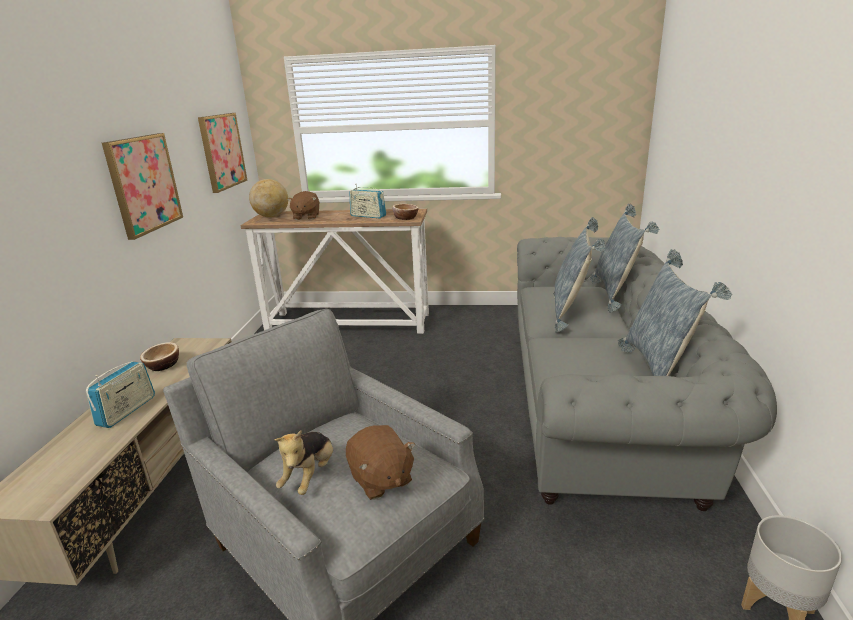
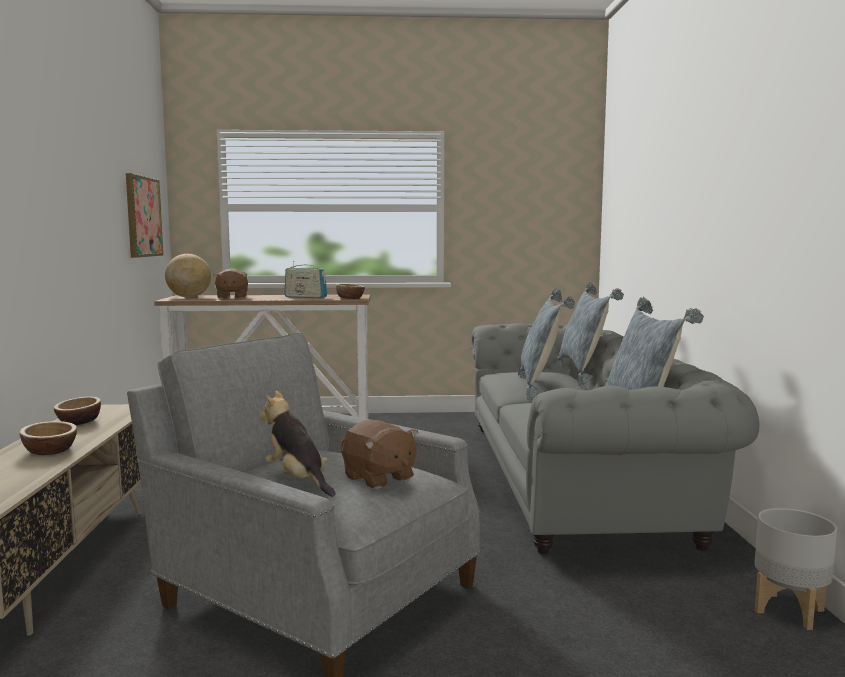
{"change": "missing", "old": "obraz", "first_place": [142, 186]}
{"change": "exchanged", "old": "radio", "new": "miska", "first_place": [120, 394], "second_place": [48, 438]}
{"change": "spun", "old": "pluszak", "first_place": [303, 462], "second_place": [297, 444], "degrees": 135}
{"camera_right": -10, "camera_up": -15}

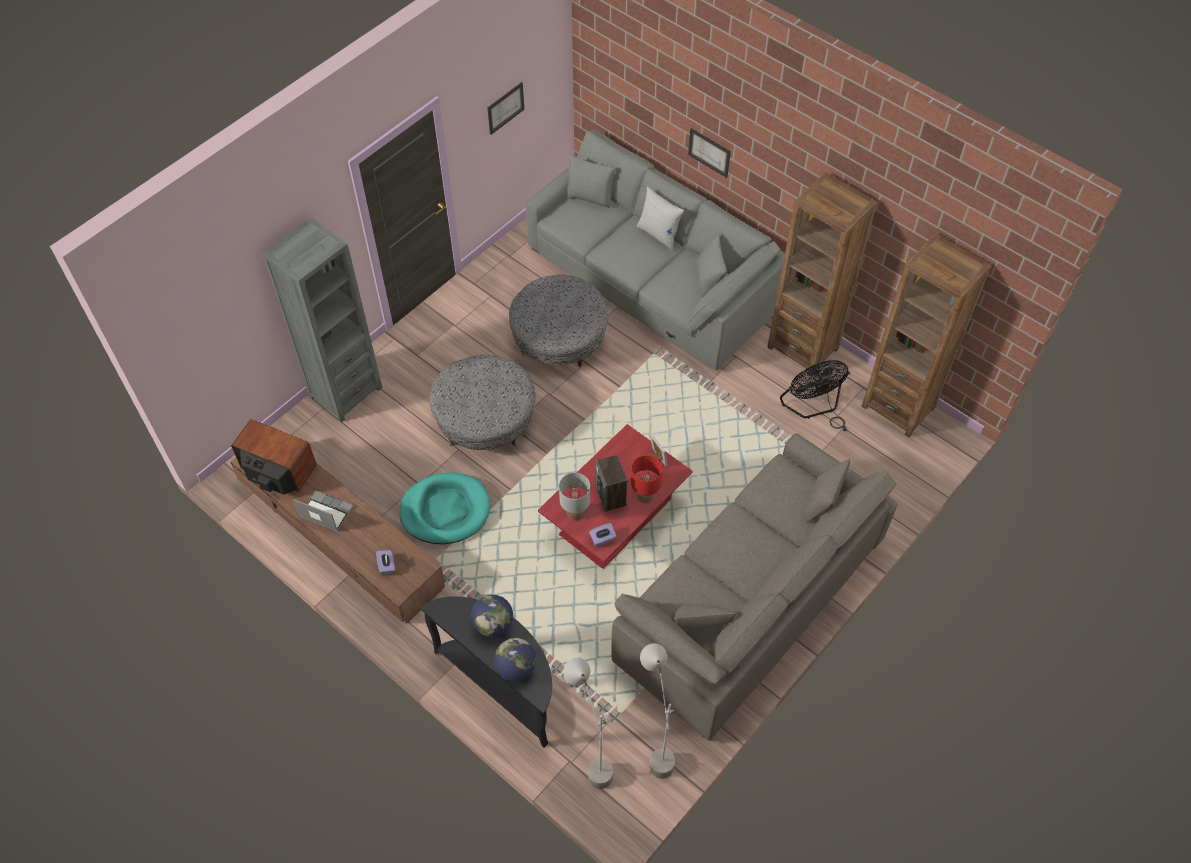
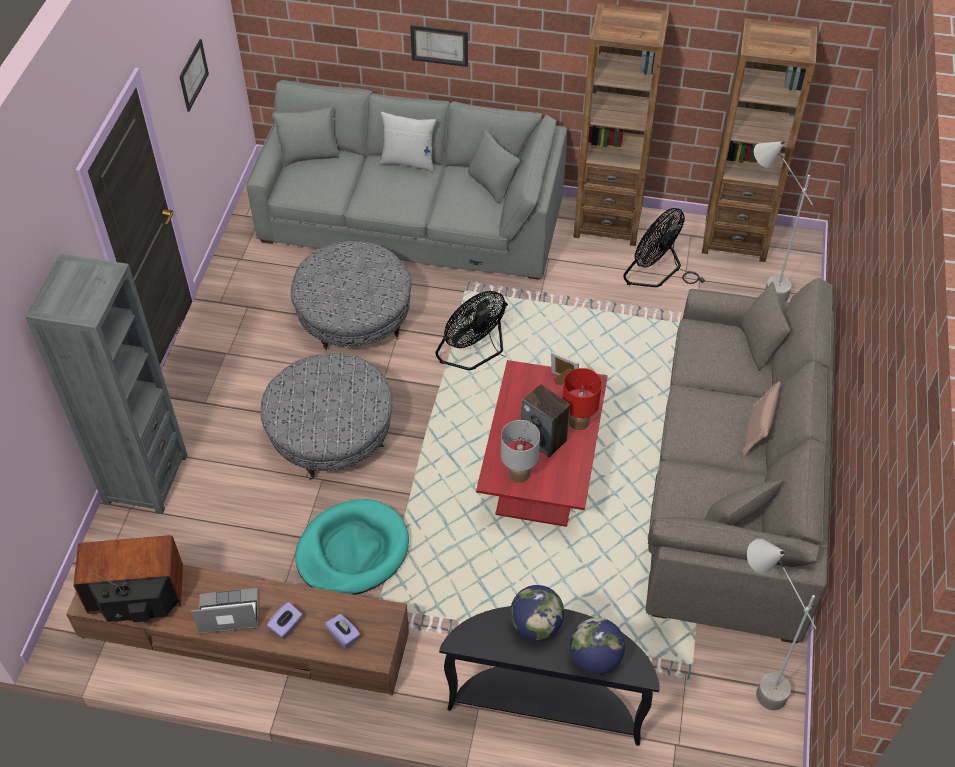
{"change": "relocated", "old": "pudełko chusteczek [fioletowy]", "first_place": [602, 535], "second_place": [284, 620]}
{"change": "relocated", "old": "lampa stojąca [szary]", "first_place": [588, 723], "second_place": [783, 221]}
{"change": "appeared", "new": "wentylator [czarny]", "second_place": [471, 330]}
{"change": "appeared", "new": "poduszka [beżowy]", "second_place": [761, 419]}
{"camera_right": -30, "camera_up": -5}

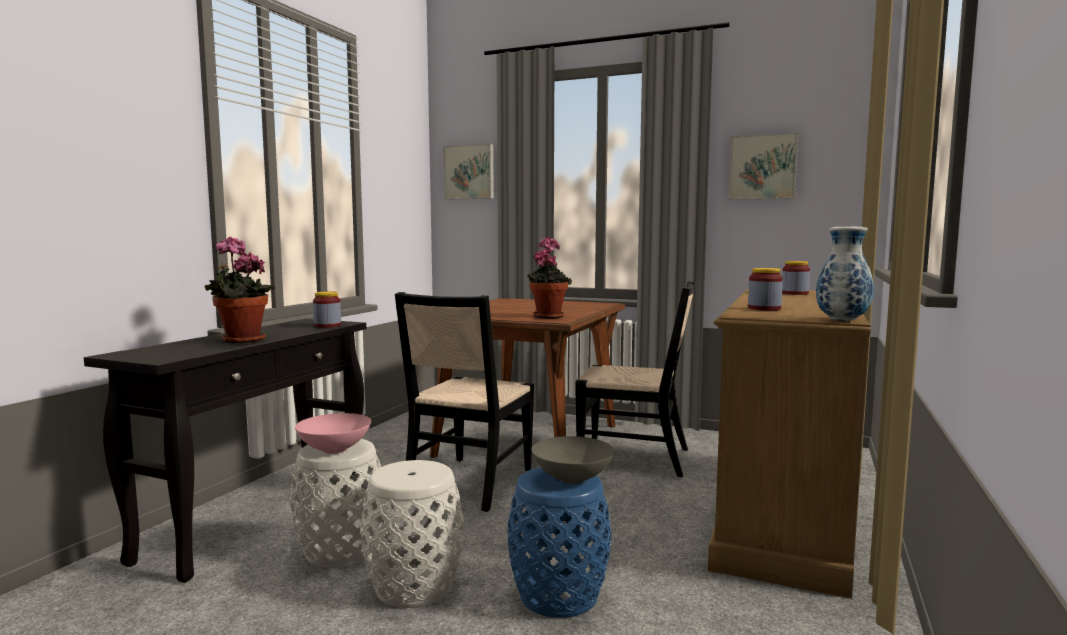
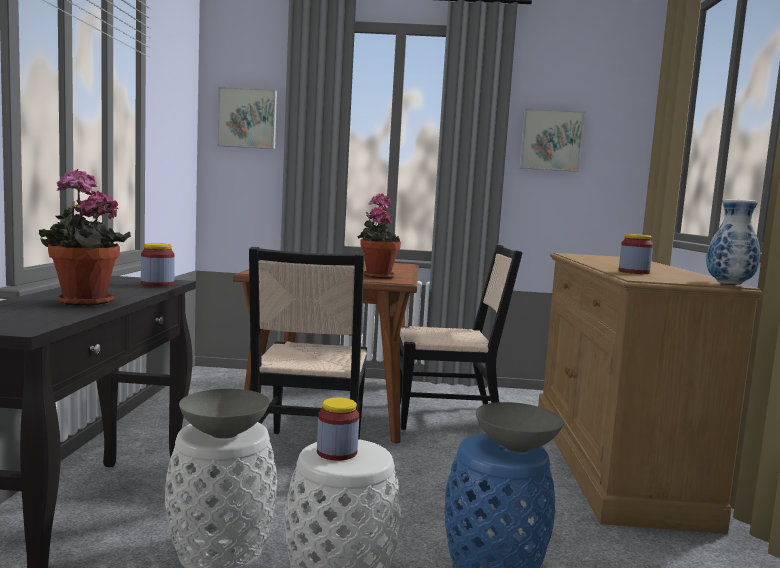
{"change": "relocated", "old": "słoik", "first_place": [796, 278], "second_place": [338, 429]}
{"change": "colour", "old": "miska [różowy]", "new": "miska [szary]", "first_place": [333, 433], "second_place": [224, 414]}
{"camera_right": -20, "camera_up": 0}

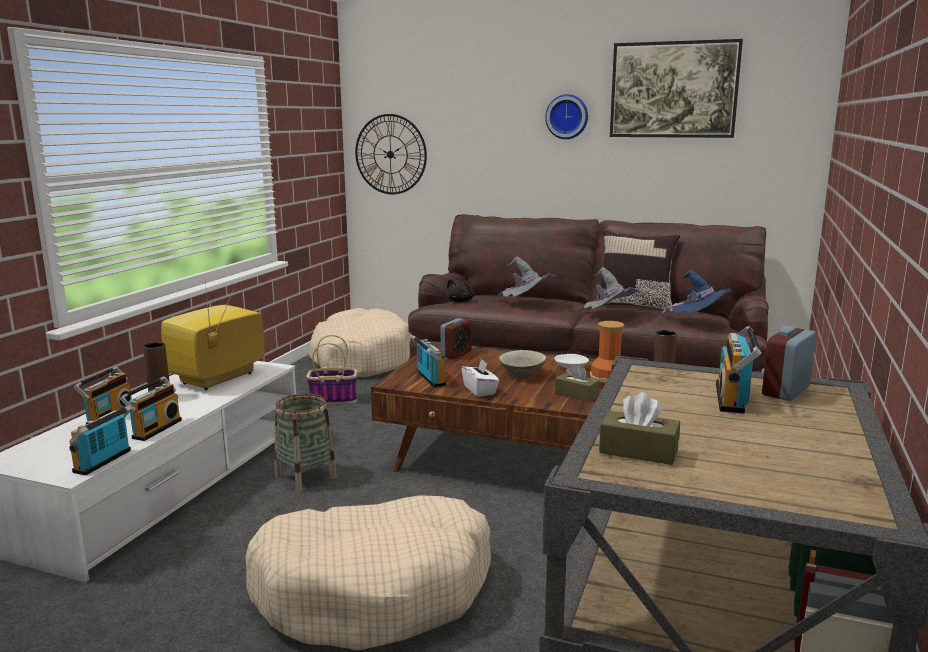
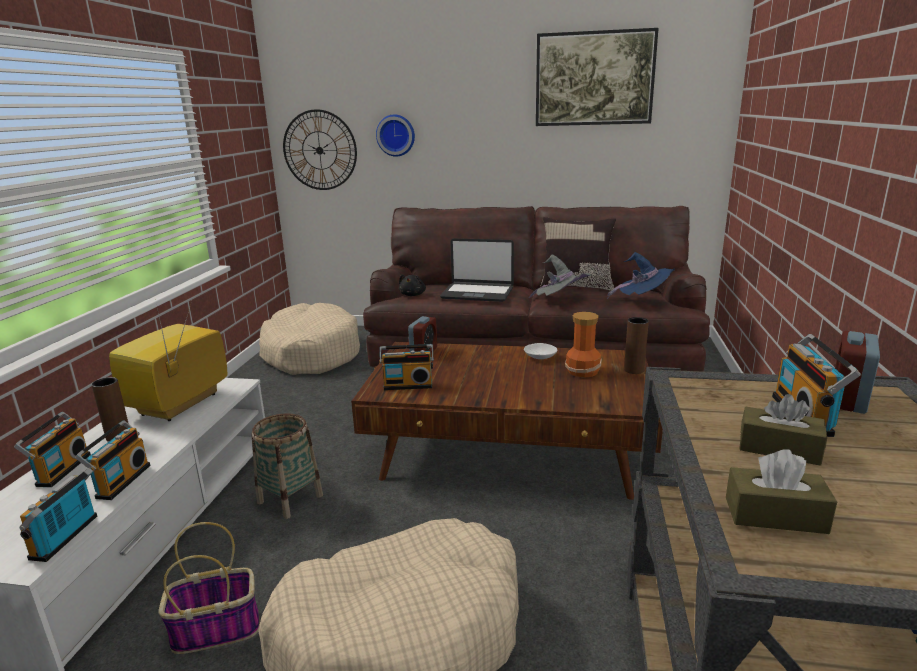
{"change": "relocated", "old": "zegar ścienny", "first_place": [566, 116], "second_place": [395, 135]}
{"change": "exchanged", "old": "kapelusz [szary]", "new": "laptop", "first_place": [524, 278], "second_place": [477, 270]}
{"change": "relocated", "old": "koszyk", "first_place": [331, 369], "second_place": [208, 588]}
{"change": "spun", "old": "radio", "first_place": [429, 361], "second_place": [406, 367], "degrees": 120}
{"change": "missing", "old": "miska [beżowy]", "first_place": [522, 364]}
{"change": "missing", "old": "pudełko chusteczek [biały]", "first_place": [480, 377]}
{"change": "relocated", "old": "pudełko chusteczek [brązowy]", "first_place": [577, 383], "second_place": [783, 430]}
{"camera_right": -10, "camera_up": 5}

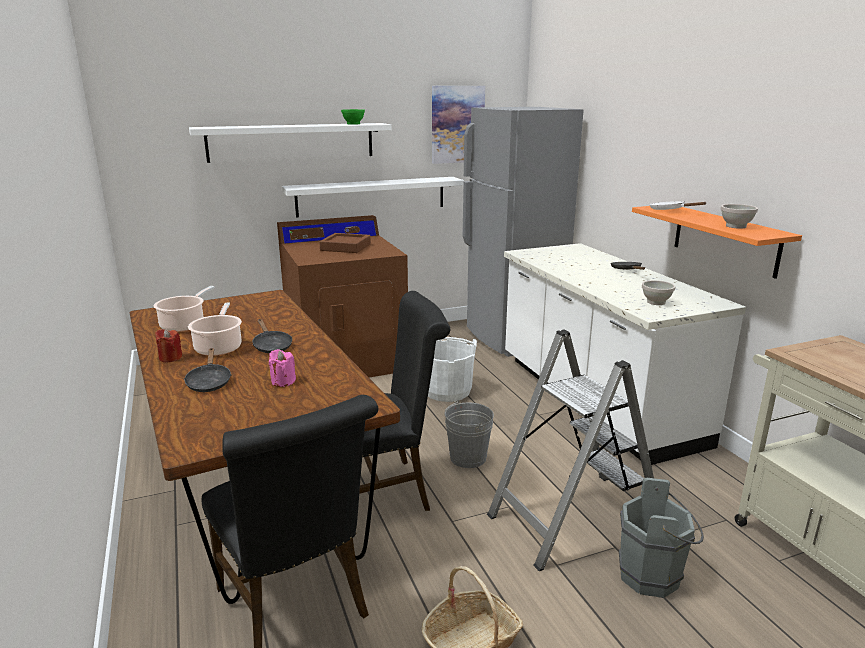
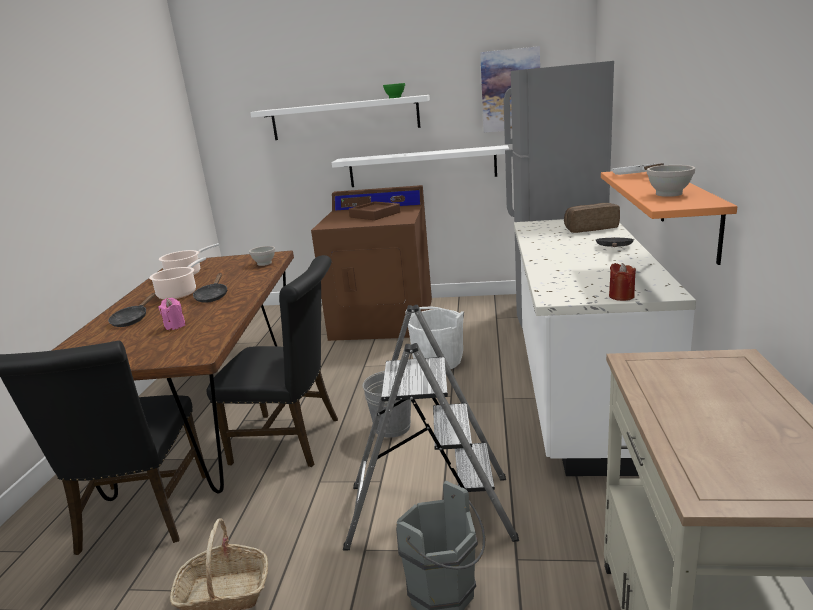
{"change": "relocated", "old": "miska [biały]", "first_place": [658, 292], "second_place": [262, 256]}
{"change": "relocated", "old": "świeca [czerwony]", "first_place": [168, 346], "second_place": [622, 282]}
{"change": "appeared", "new": "chleb", "second_place": [592, 218]}
{"camera_right": 30, "camera_up": 0}

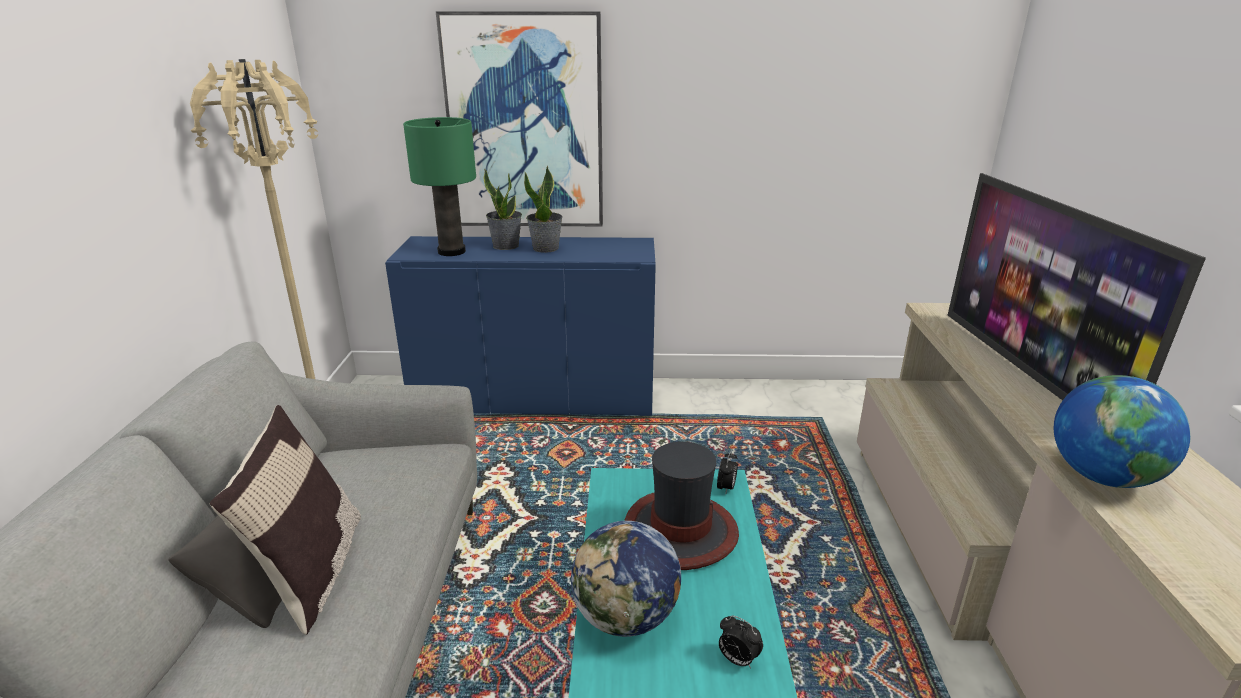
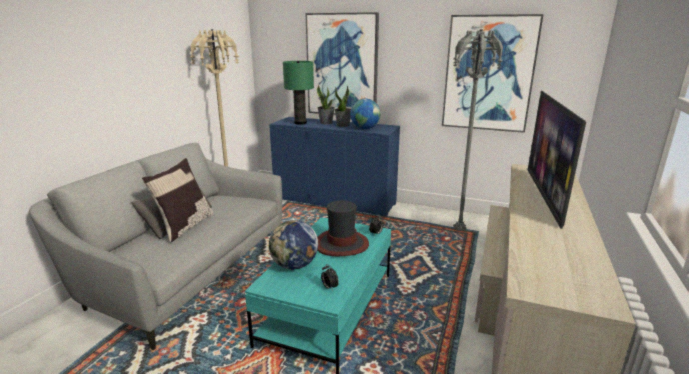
{"change": "relocated", "old": "globus", "first_place": [1122, 431], "second_place": [365, 114]}
{"change": "appeared", "new": "obraz", "second_place": [493, 73]}
{"change": "appeared", "new": "lampa stojąca [szary]", "second_place": [478, 131]}
{"camera_right": 20, "camera_up": -5}

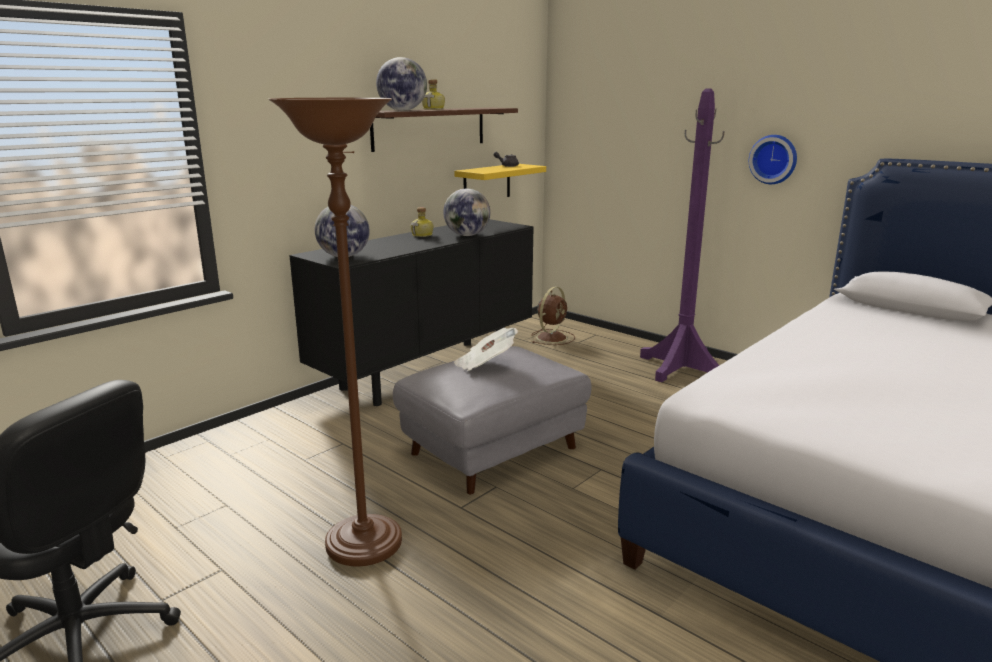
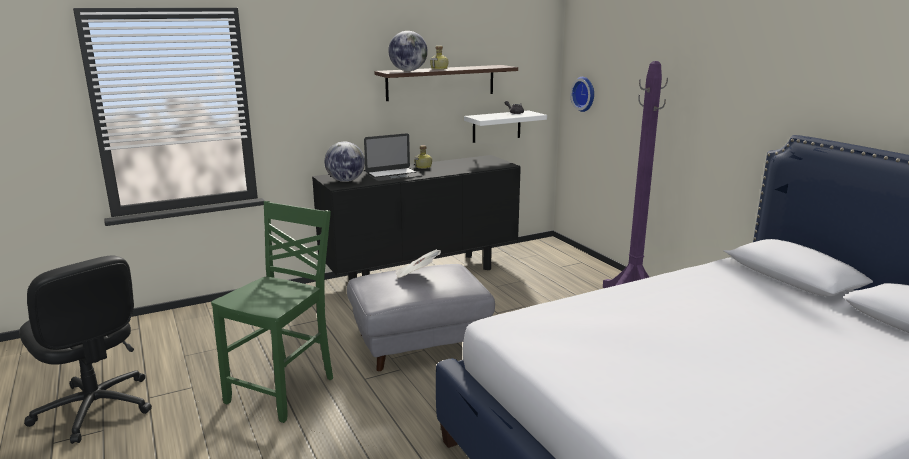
{"change": "exchanged", "old": "lampa stojąca [brązowy]", "new": "krzesło [zielony]", "first_place": [335, 332], "second_place": [272, 312]}
{"change": "relocated", "old": "zegar ścienny", "first_place": [773, 159], "second_place": [582, 94]}
{"change": "colour", "old": "półka [żółty]", "new": "półka [biały]", "first_place": [500, 180], "second_place": [505, 126]}
{"change": "missing", "old": "globus", "first_place": [466, 212]}
{"change": "missing", "old": "wentylator [brązowy]", "first_place": [553, 316]}
{"change": "appeared", "new": "laptop", "second_place": [393, 157]}
{"camera_right": 20, "camera_up": 0}

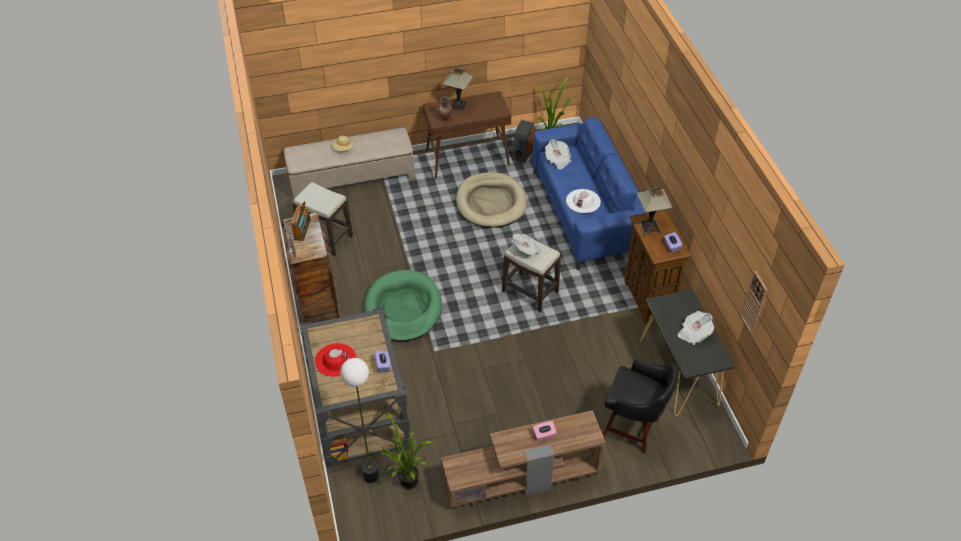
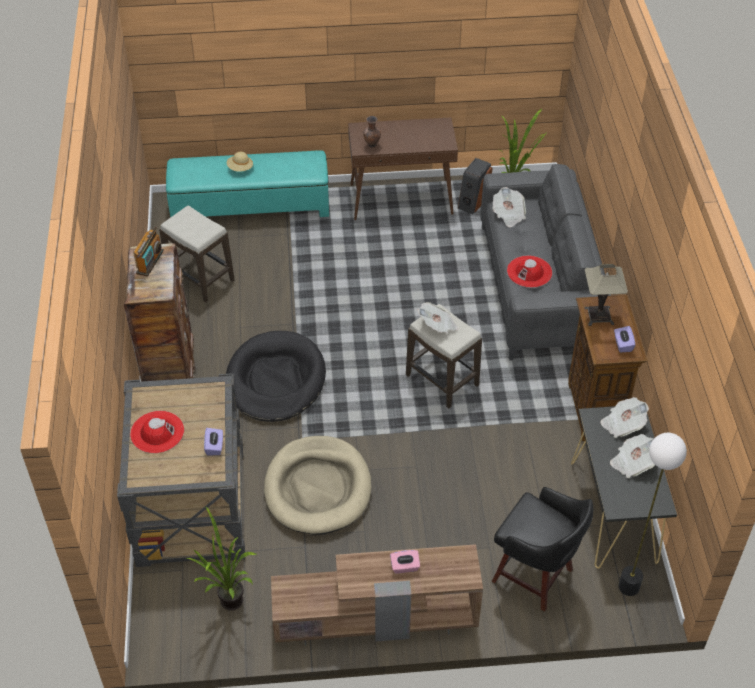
{"change": "missing", "old": "lampa stołowa", "first_place": [458, 90]}
{"change": "colour", "old": "kanapa [niebieski]", "new": "kanapa [szary]", "first_place": [590, 193], "second_place": [546, 262]}
{"change": "colour", "old": "ławka [beżowy]", "new": "ławka [turkusowy]", "first_place": [349, 163], "second_place": [247, 184]}
{"change": "relocated", "old": "legowisko [beżowy]", "first_place": [491, 200], "second_place": [317, 485]}
{"change": "colour", "old": "kapelusz [biały]", "new": "kapelusz [czerwony]", "first_place": [583, 201], "second_place": [529, 272]}
{"change": "colour", "old": "legowisko [zielony]", "new": "legowisko [czarny]", "first_place": [403, 306], "second_place": [276, 376]}
{"change": "missing", "old": "zegar ścienny", "first_place": [754, 303]}
{"change": "relocated", "old": "lampa stojąca", "first_place": [359, 420], "second_place": [653, 514]}
{"change": "appeared", "new": "gazeta", "second_place": [624, 417]}
{"camera_right": 10, "camera_up": 0}

